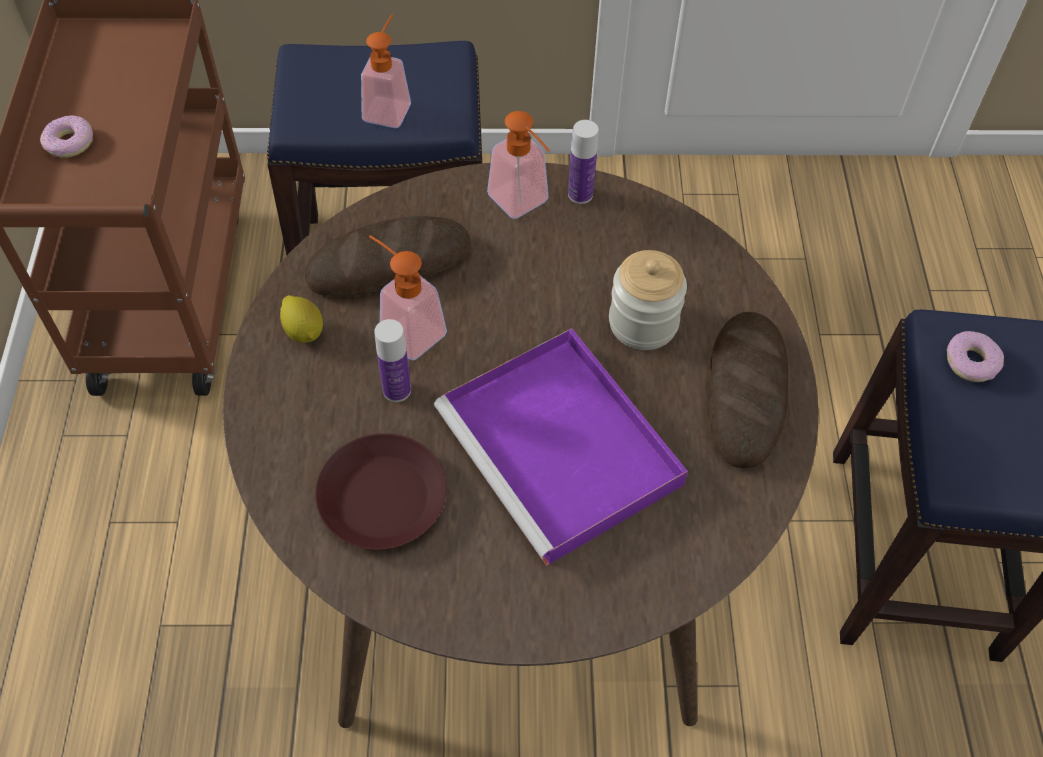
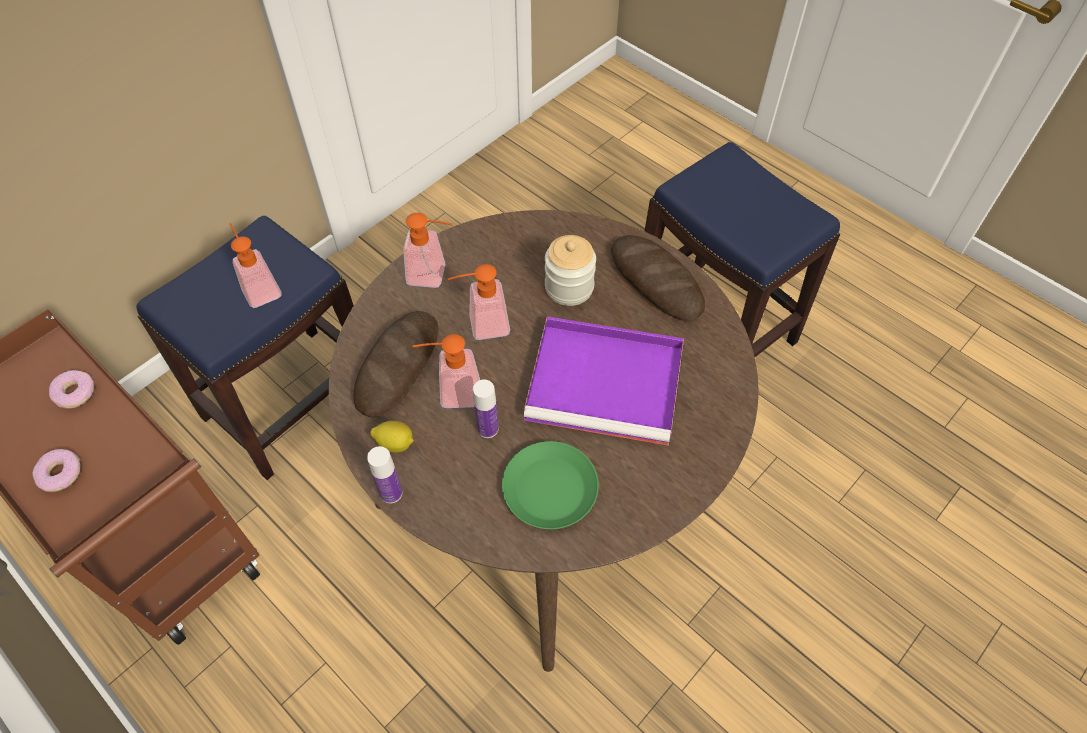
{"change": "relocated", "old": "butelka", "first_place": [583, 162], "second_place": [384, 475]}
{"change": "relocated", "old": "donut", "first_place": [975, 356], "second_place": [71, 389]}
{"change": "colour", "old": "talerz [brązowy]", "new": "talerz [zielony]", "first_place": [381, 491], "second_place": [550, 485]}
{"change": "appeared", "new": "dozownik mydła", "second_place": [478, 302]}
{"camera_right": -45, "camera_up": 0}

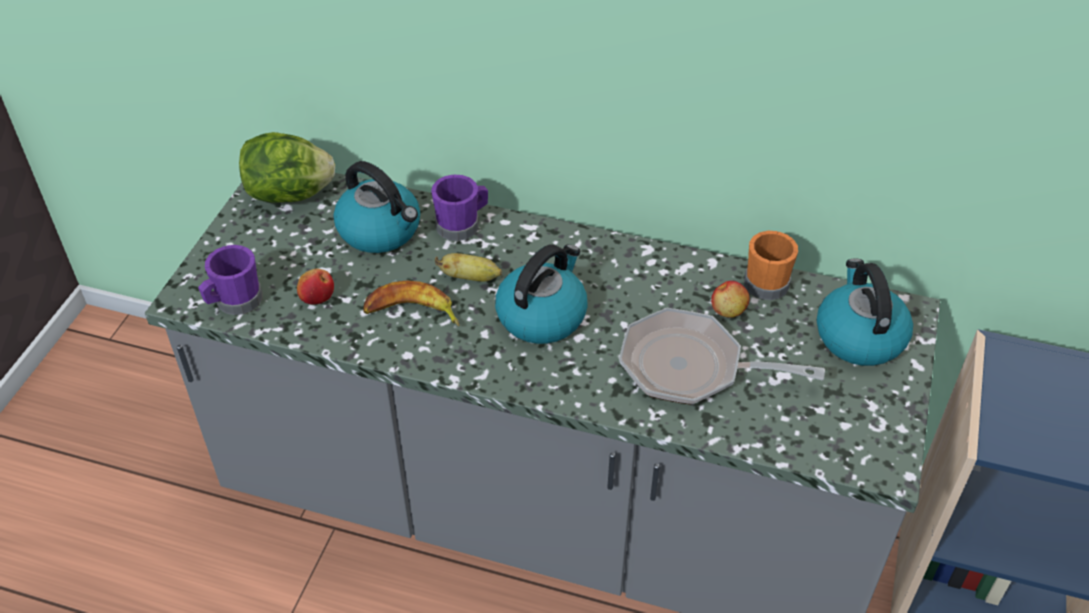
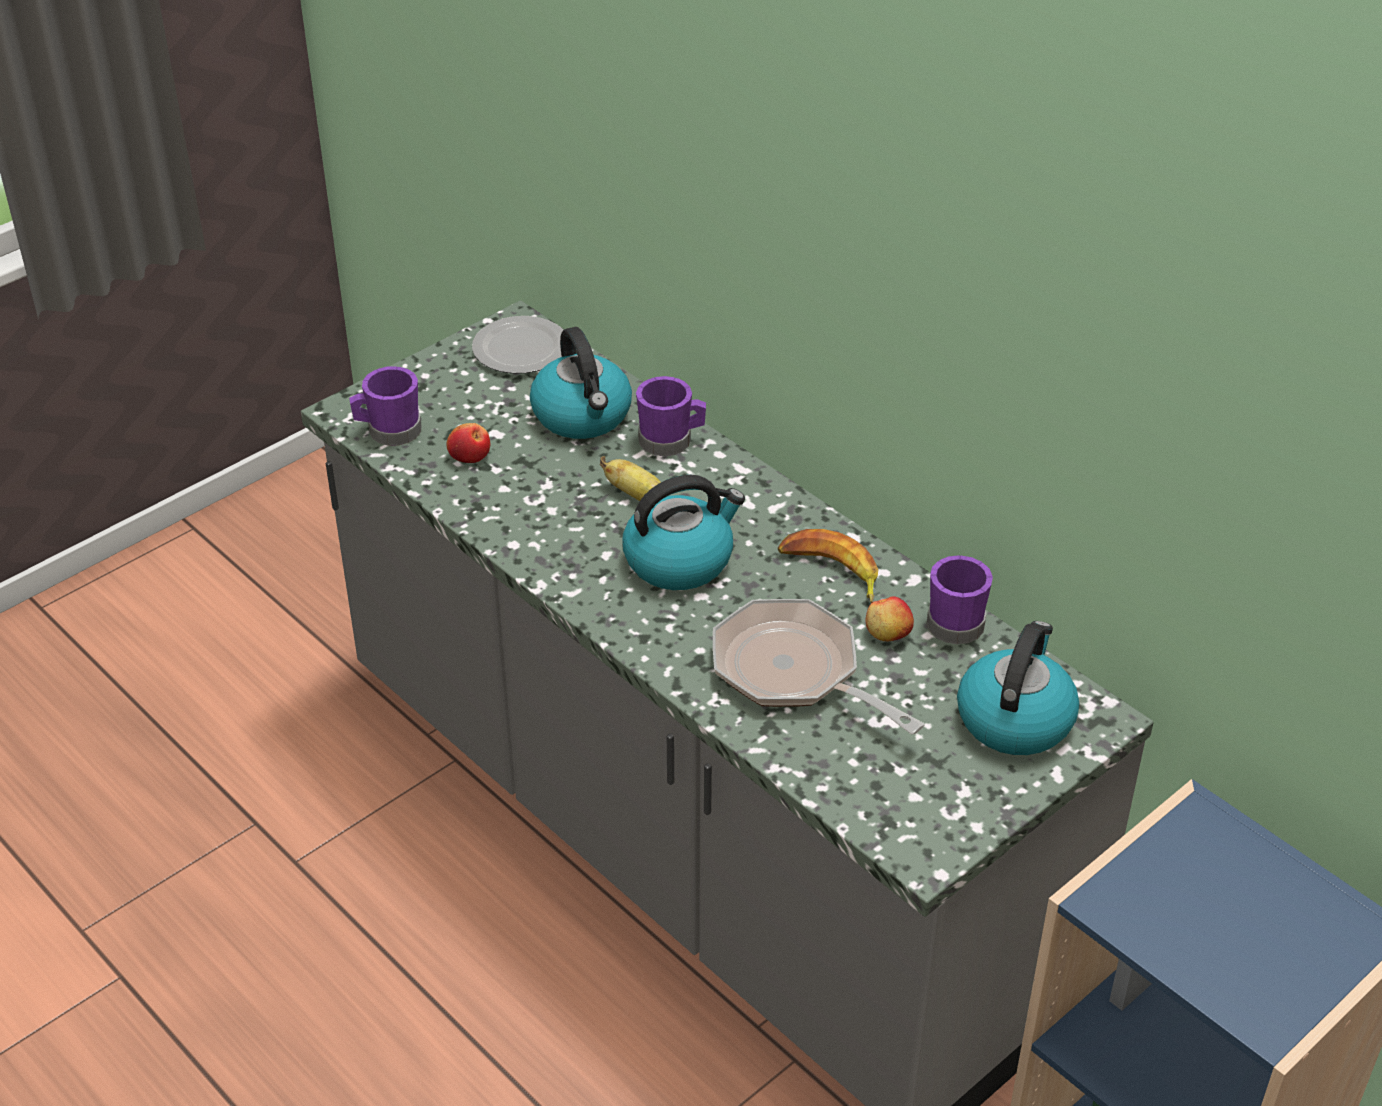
{"change": "exchanged", "old": "sałata", "new": "talerz", "first_place": [287, 167], "second_place": [517, 345]}
{"change": "colour", "old": "kubek [pomarańczowy]", "new": "kubek [fioletowy]", "first_place": [771, 265], "second_place": [960, 599]}
{"change": "relocated", "old": "banan", "first_place": [411, 303], "second_place": [828, 566]}
{"camera_right": 30, "camera_up": -5}

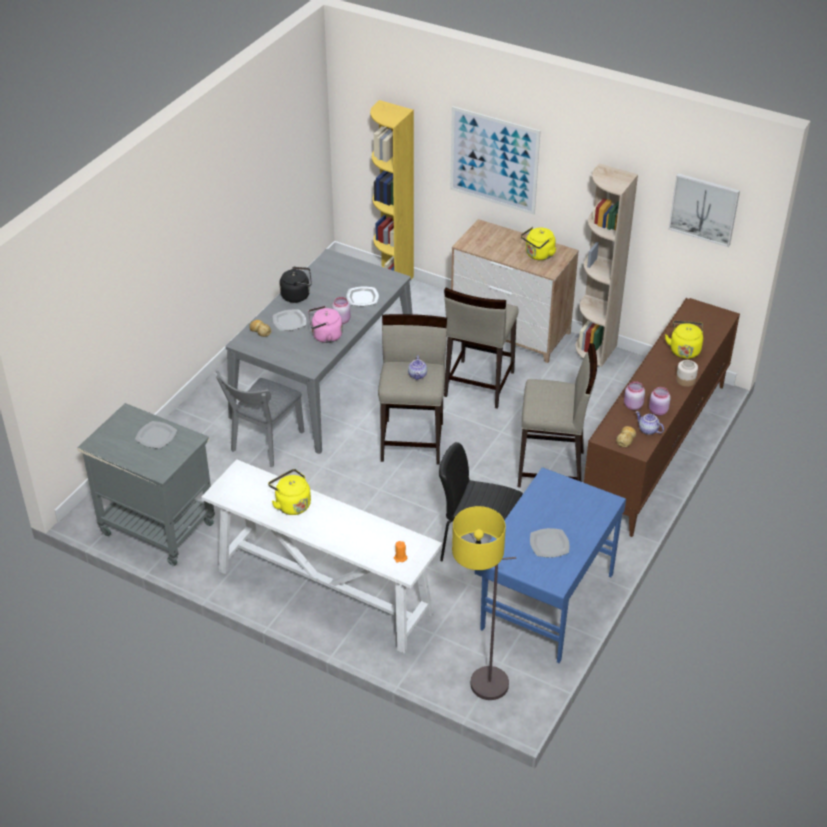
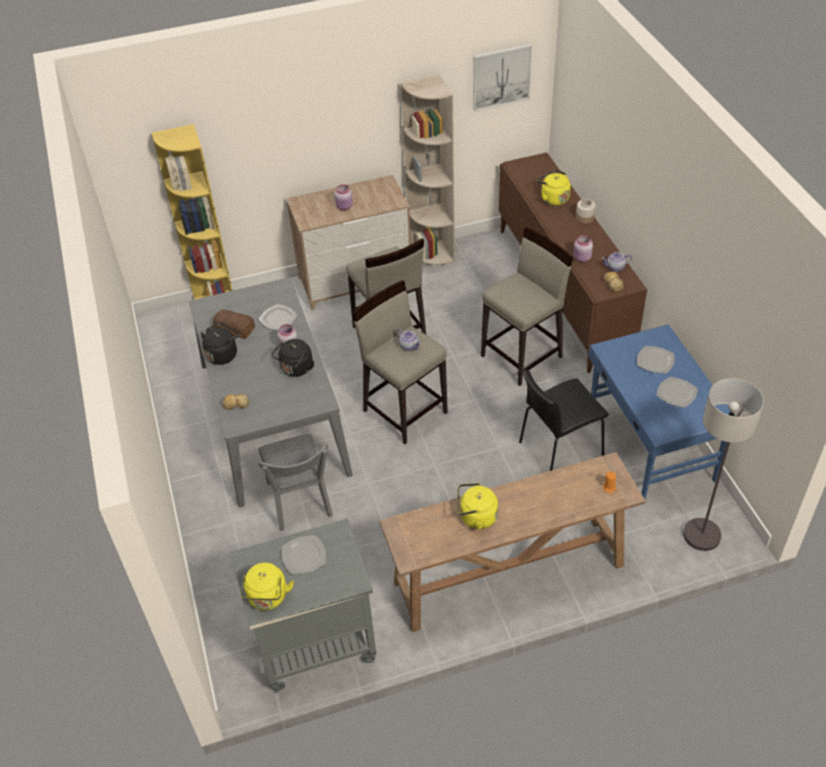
{"change": "missing", "old": "obraz", "first_place": [495, 160]}
{"change": "relocated", "old": "czajnik [żółty]", "first_place": [538, 243], "second_place": [267, 586]}
{"change": "colour", "old": "czajnik [różowy]", "new": "czajnik [czarny]", "first_place": [325, 324], "second_place": [292, 358]}
{"change": "relocated", "old": "talerz", "first_place": [289, 320], "second_place": [656, 360]}
{"change": "relocated", "old": "słoik [różowy]", "first_place": [659, 401], "second_place": [343, 197]}
{"change": "colour", "old": "stolik konsolowy [biały]", "new": "stolik konsolowy [brązowy]", "first_place": [321, 556], "second_place": [512, 542]}
{"change": "colour", "old": "lampa stojąca [żółty]", "new": "lampa stojąca [szary]", "first_place": [484, 603], "second_place": [723, 464]}
{"change": "appeared", "new": "chleb", "second_place": [234, 324]}
{"camera_right": -45, "camera_up": 5}

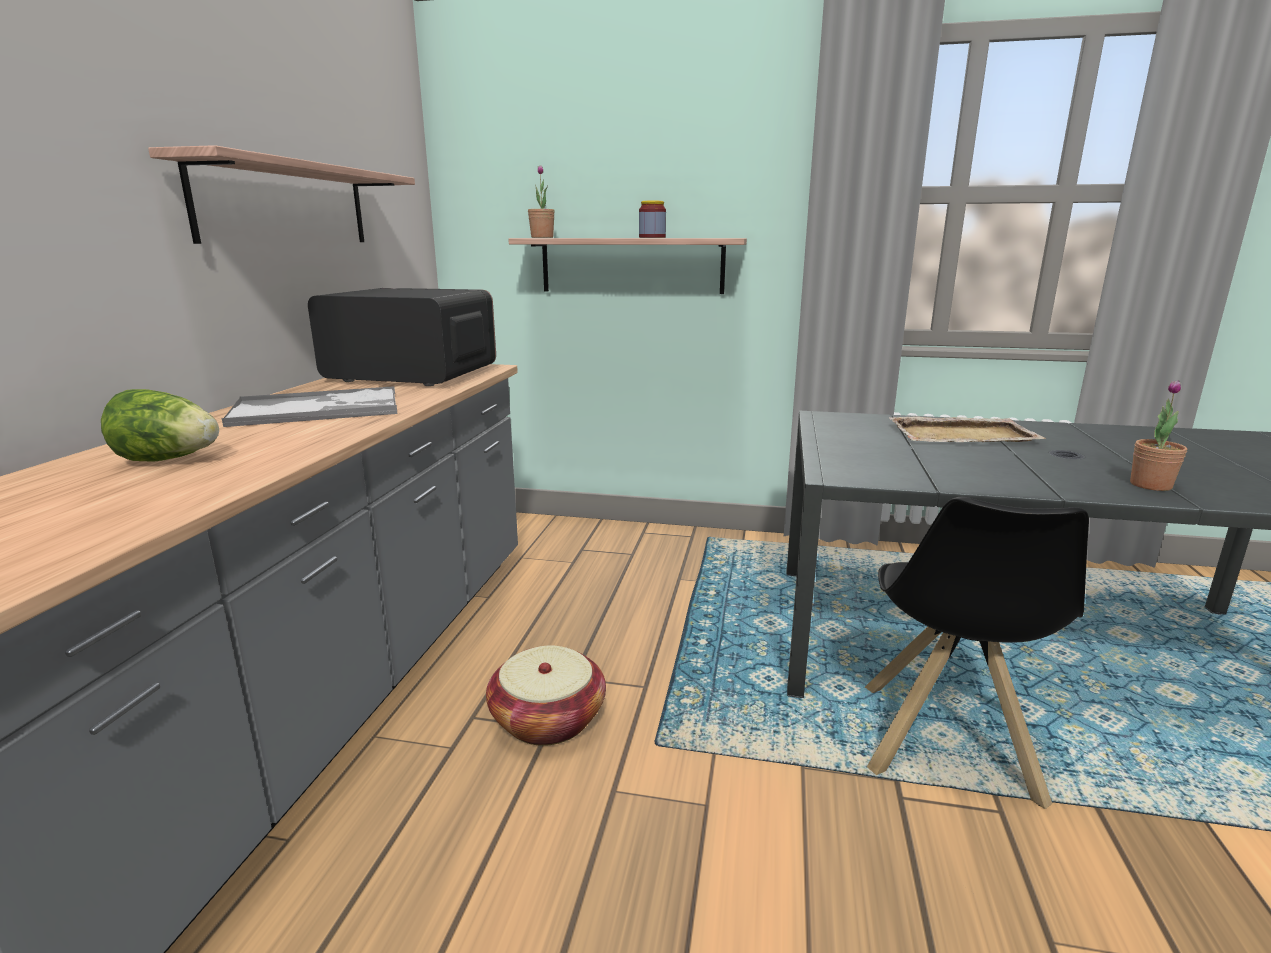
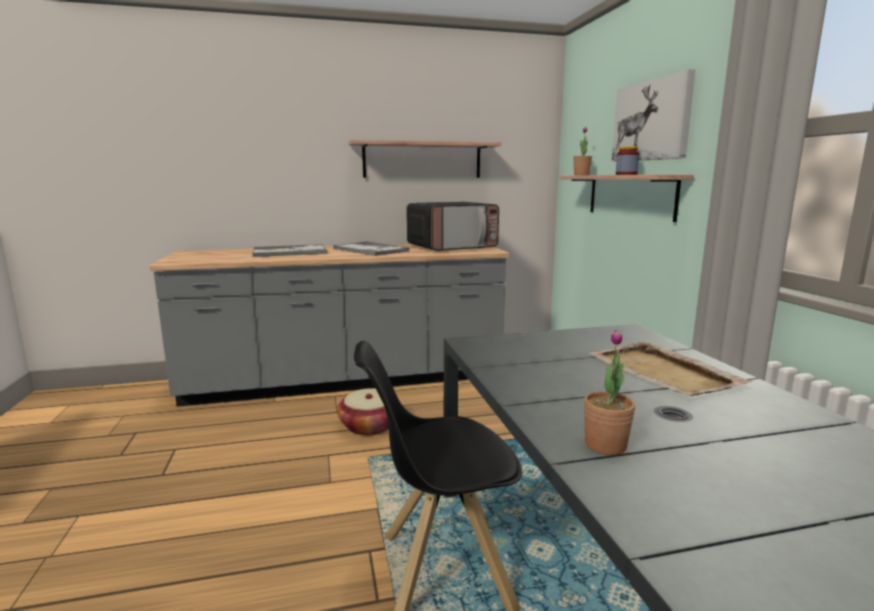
{"change": "spun", "old": "mikrofalówka", "first_place": [402, 337], "second_place": [452, 226], "degrees": 75}
{"change": "exchanged", "old": "sałata", "new": "taca", "first_place": [160, 425], "second_place": [290, 250]}
{"change": "appeared", "new": "obraz", "second_place": [653, 115]}
{"camera_right": 65, "camera_up": -5}

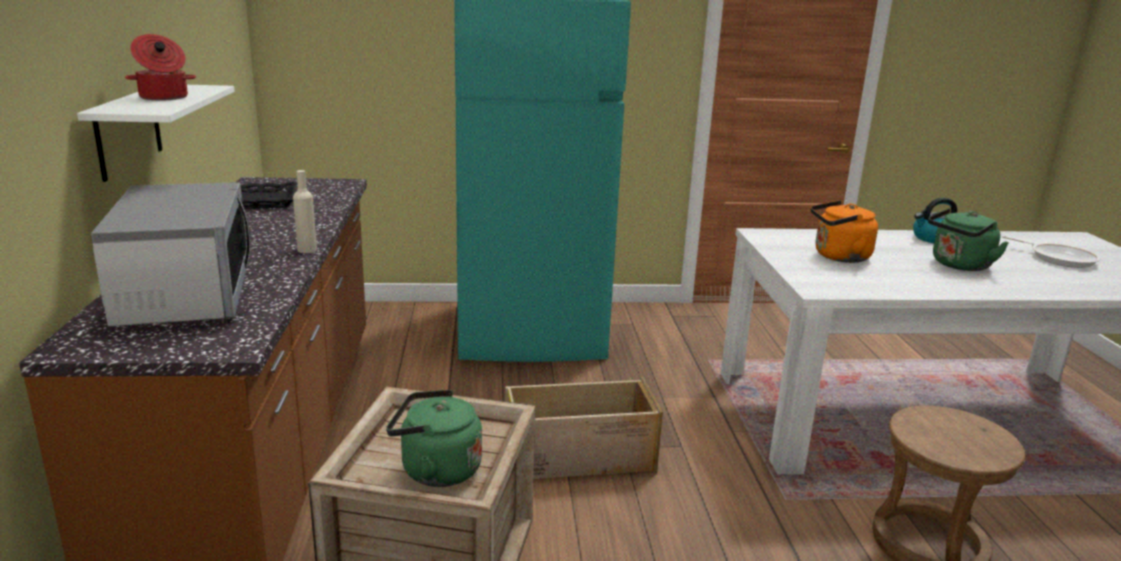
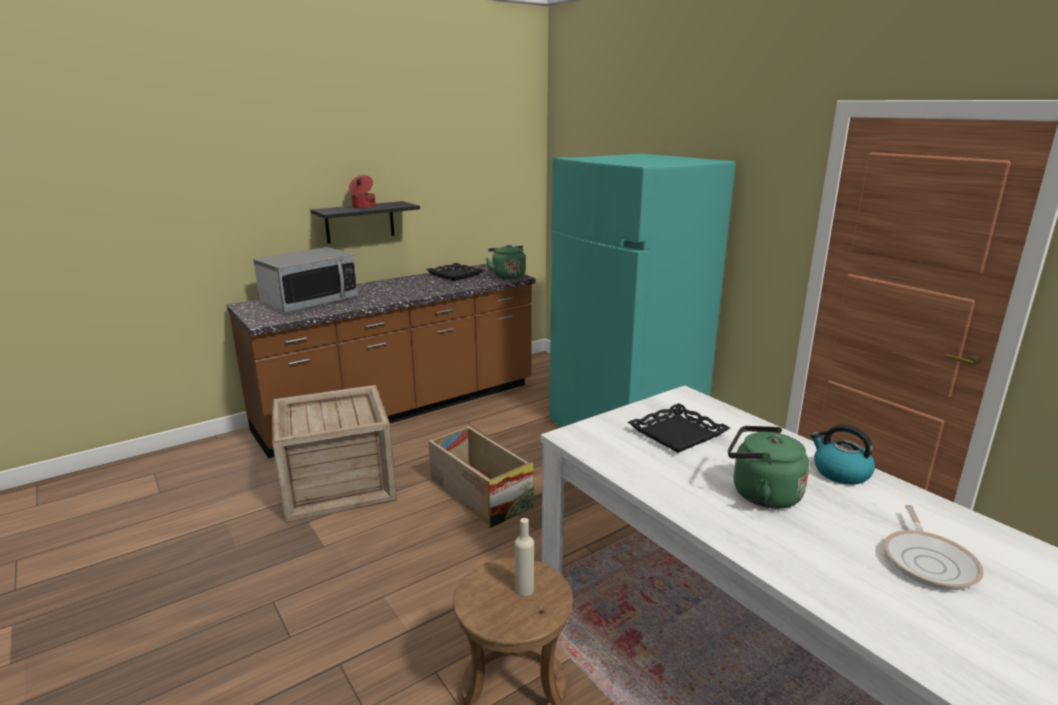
{"change": "colour", "old": "półka [biały]", "new": "półka [czarny]", "first_place": [156, 133], "second_place": [365, 222]}
{"change": "relocated", "old": "butelka [beżowy]", "first_place": [305, 211], "second_place": [524, 557]}
{"change": "exchanged", "old": "czajnik [pomarańczowy]", "new": "taca [czarny]", "first_place": [844, 231], "second_place": [679, 428]}
{"change": "relocated", "old": "czajnik [zielony]", "first_place": [434, 438], "second_place": [506, 262]}
{"camera_right": 60, "camera_up": 0}

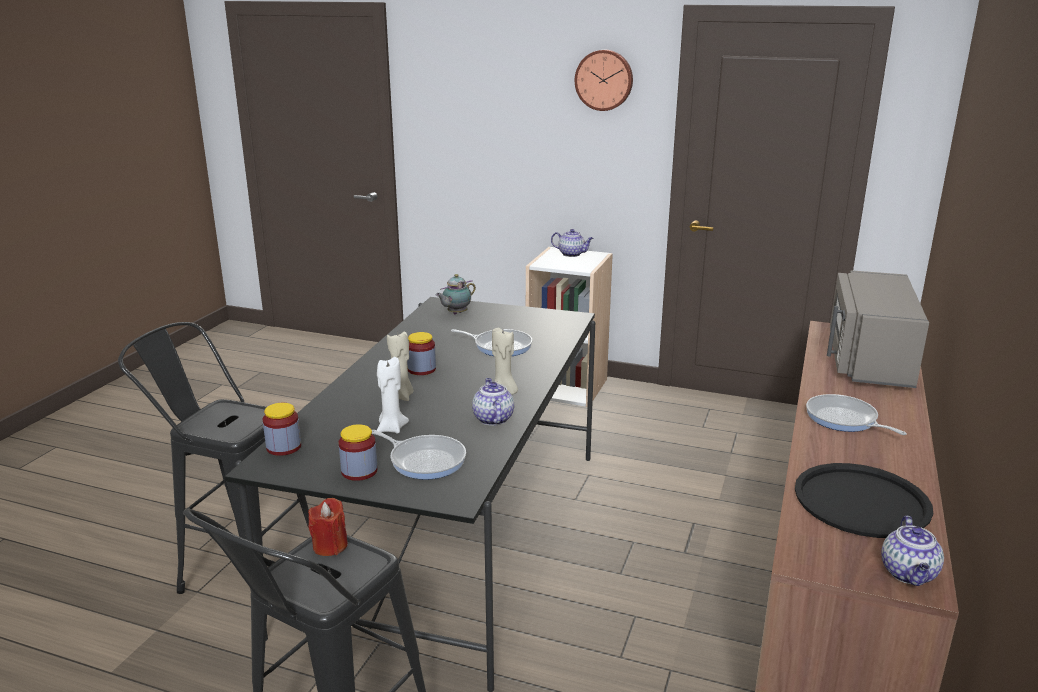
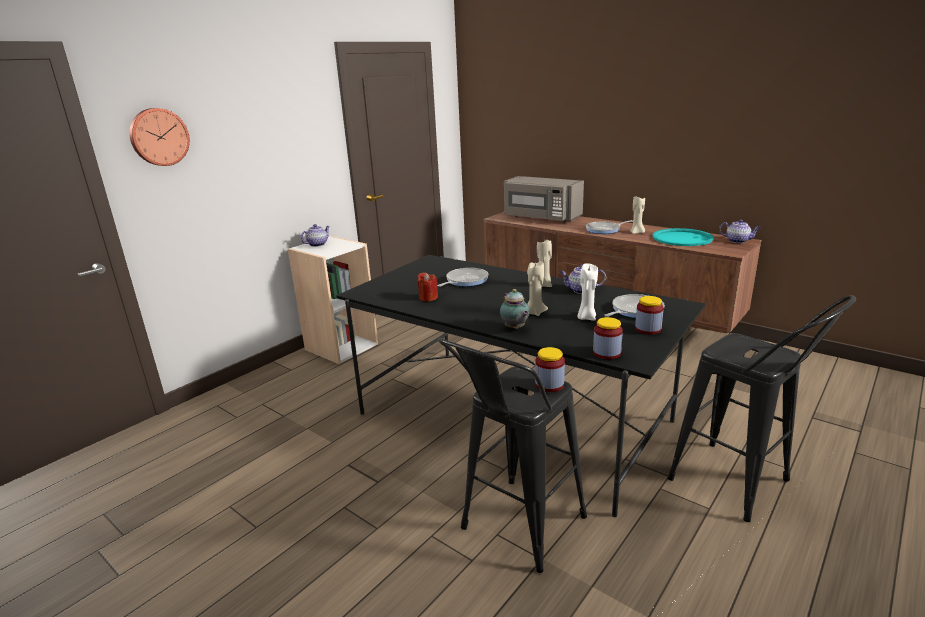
{"change": "relocated", "old": "zegar ścienny", "first_place": [604, 80], "second_place": [159, 137]}
{"change": "relocated", "old": "imbryk", "first_place": [456, 294], "second_place": [515, 309]}
{"change": "relocated", "old": "słoik", "first_place": [421, 353], "second_place": [550, 369]}
{"change": "colour", "old": "taca [czarny]", "new": "taca [turkusowy]", "first_place": [864, 500], "second_place": [683, 237]}
{"change": "relocated", "old": "świeca [czerwony]", "first_place": [328, 527], "second_place": [428, 286]}
{"change": "appeared", "new": "świeca [beżowy]", "second_place": [637, 214]}
{"camera_right": -70, "camera_up": 0}

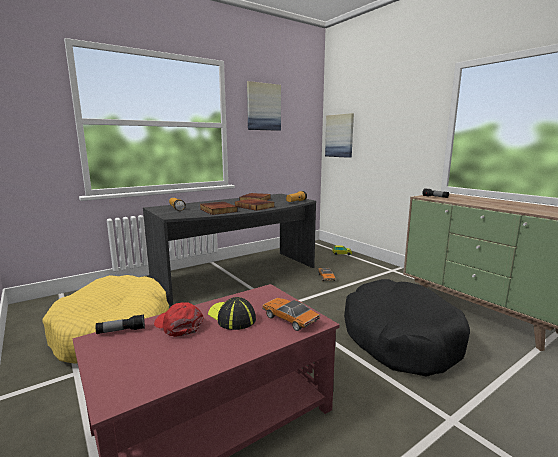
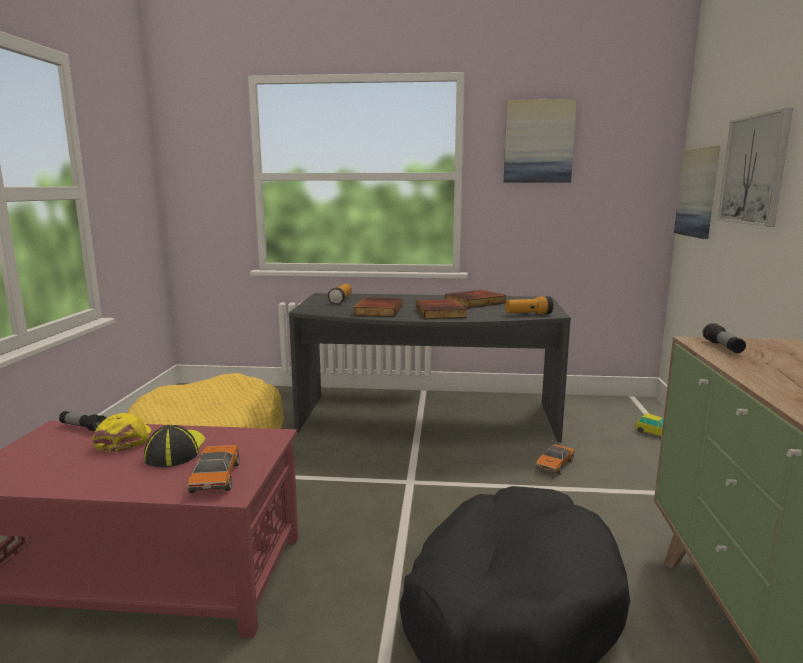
{"change": "colour", "old": "czapka z daszkiem [czerwony]", "new": "czapka z daszkiem [żółty]", "first_place": [178, 319], "second_place": [121, 432]}
{"change": "appeared", "new": "obraz", "second_place": [755, 167]}
{"camera_right": 40, "camera_up": 0}

